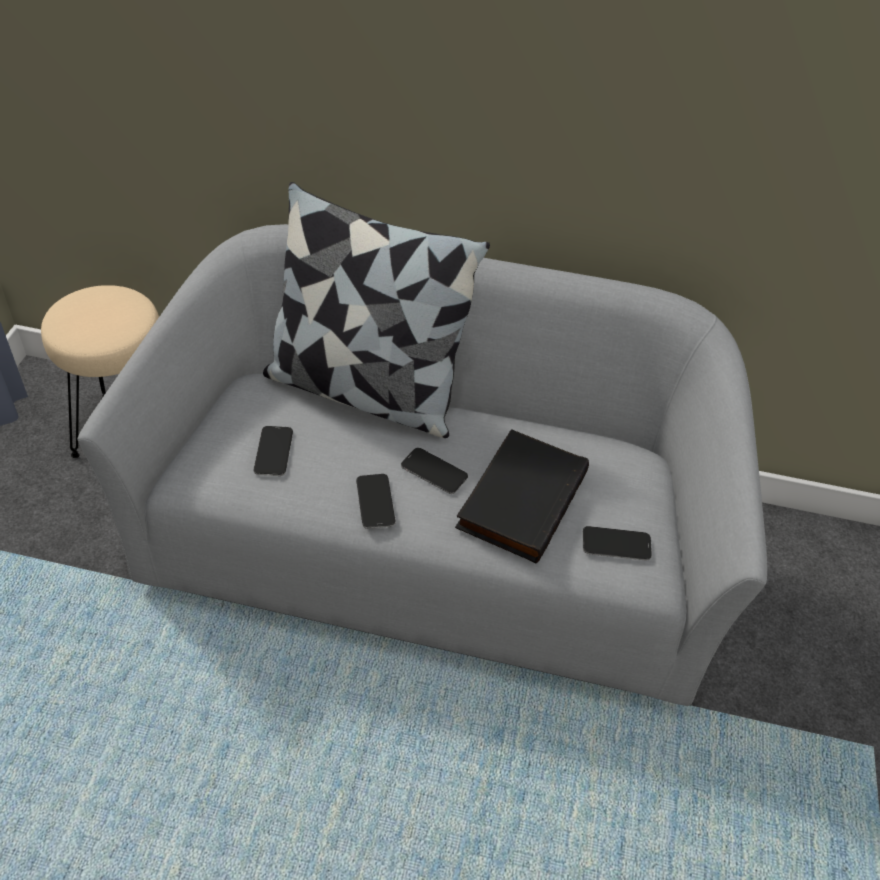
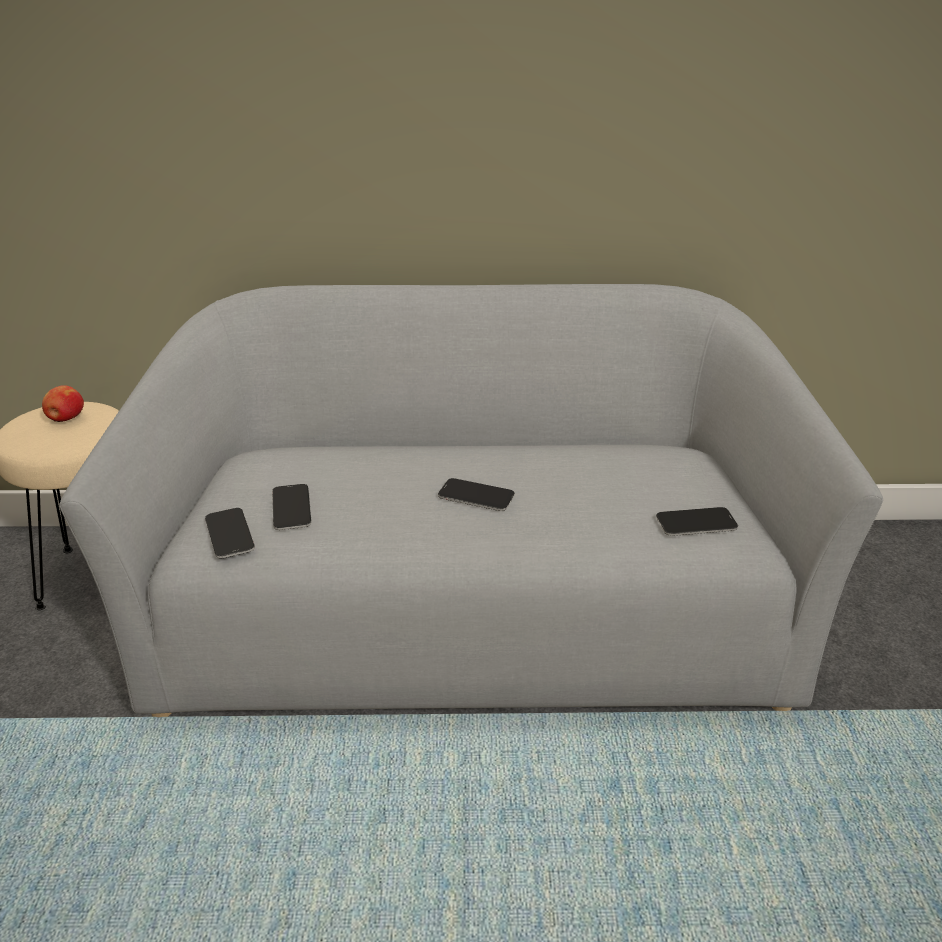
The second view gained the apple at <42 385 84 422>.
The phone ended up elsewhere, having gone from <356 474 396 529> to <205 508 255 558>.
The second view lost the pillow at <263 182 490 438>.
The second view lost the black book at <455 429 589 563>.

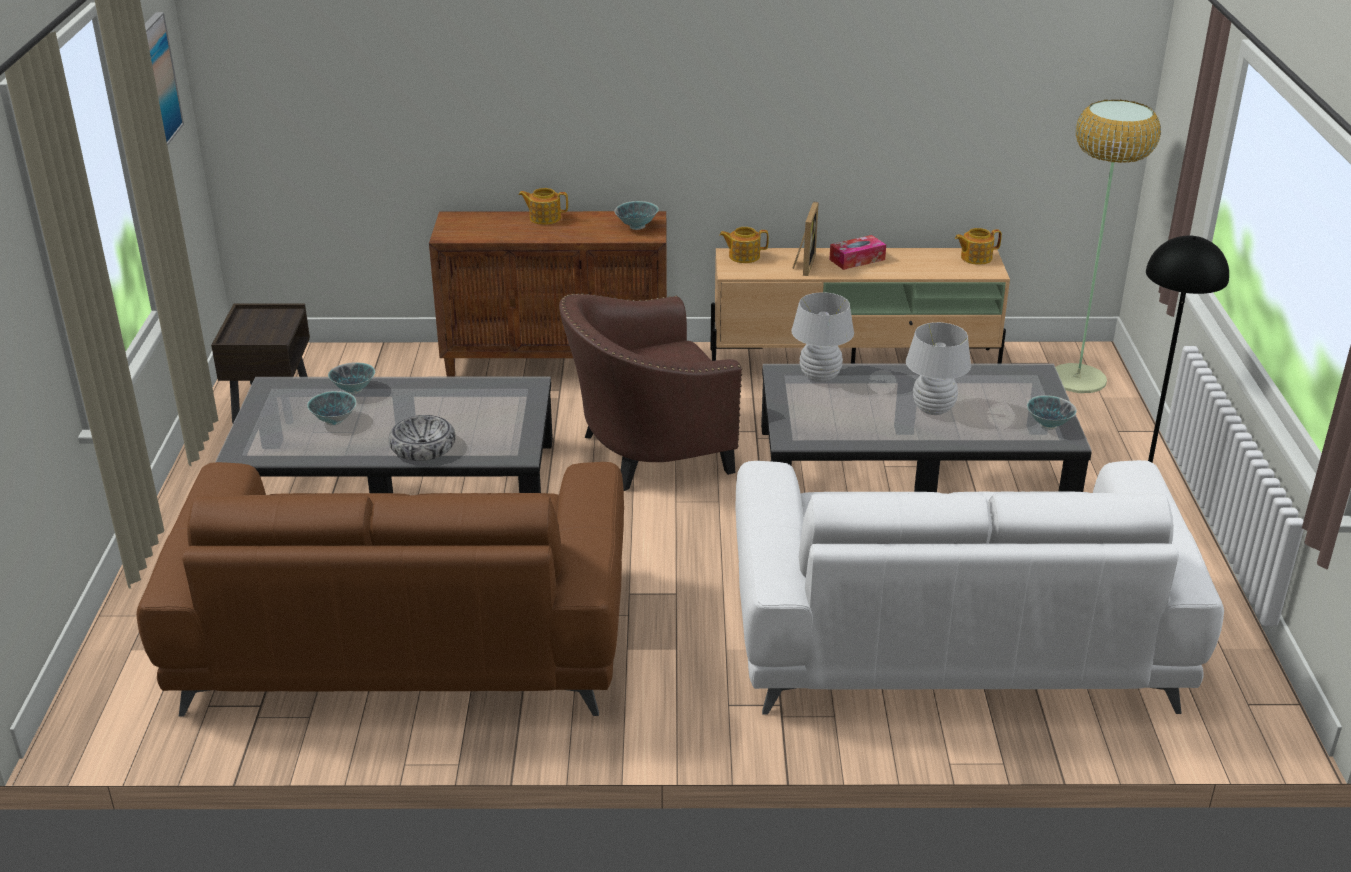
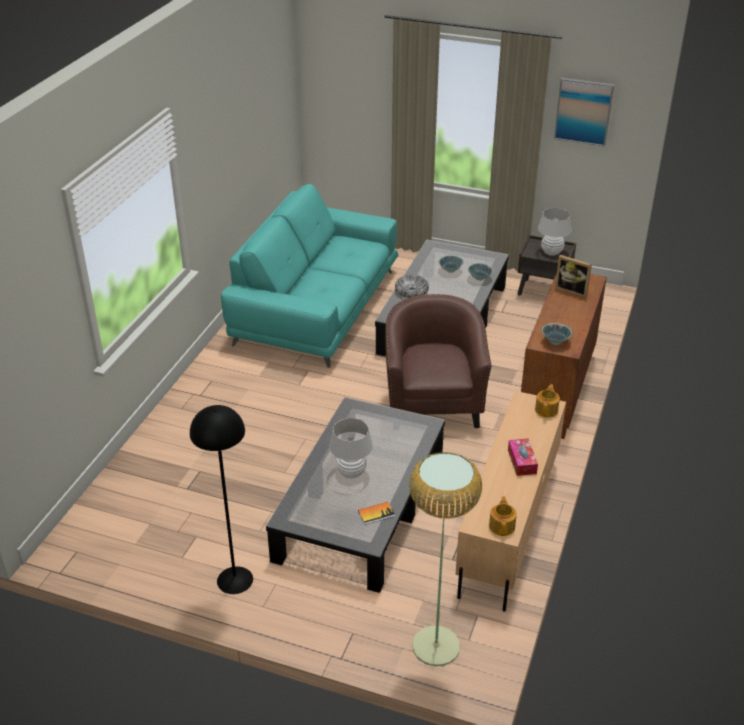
What was the brown sofa at <136 462 624 717> turned into the turquoise sofa at <221 184 398 368>.
The second view gained the book at <358 502 395 525>.
The white table lamp ended up elsewhere, having gone from <791 292 854 382> to <538 208 571 256>.
The picture frame ended up elsewhere, having gone from <792 202 819 276> to <555 255 592 298>.
The second view lost the teapot at <518 188 568 225>.
The second view lost the white sofa at <735 460 1224 715>.
The second view lost the bowl at <1027 395 1077 430>.

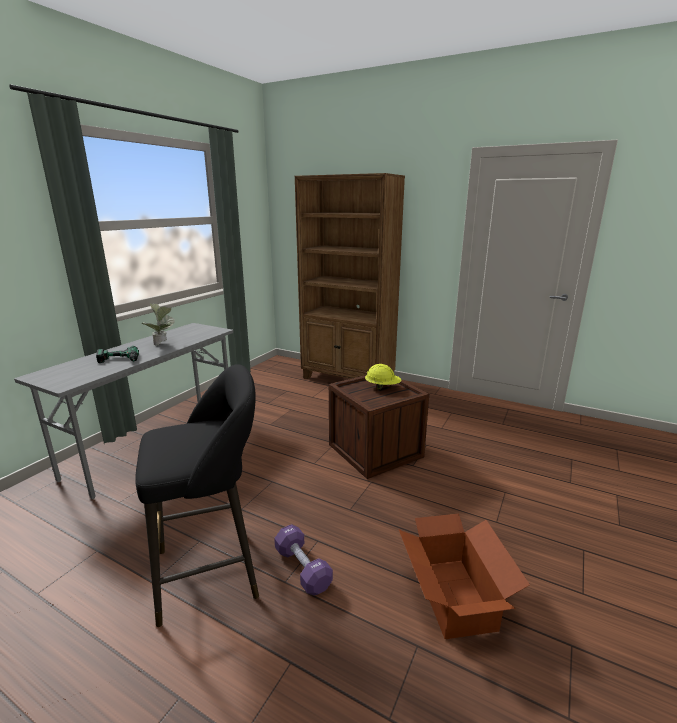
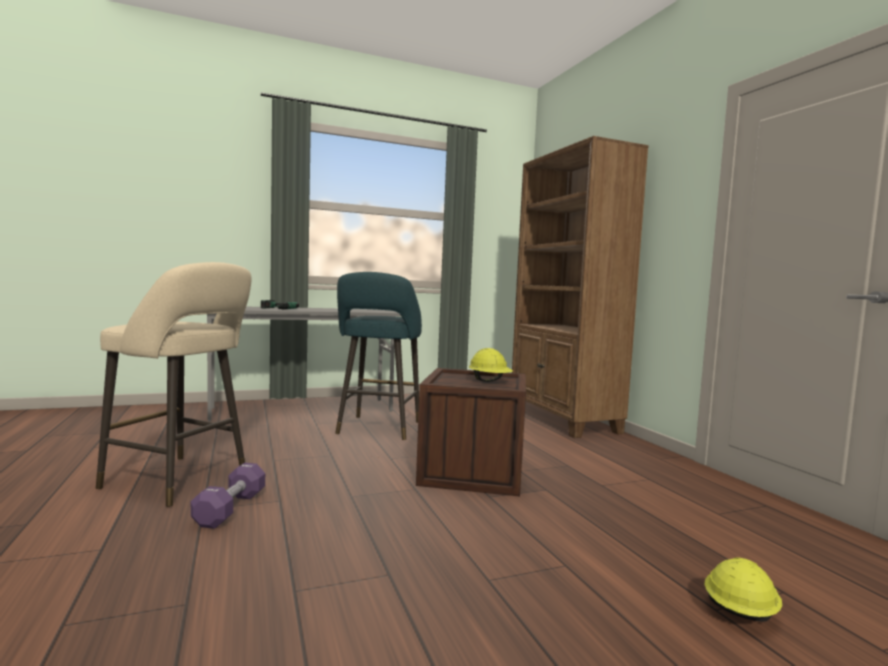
What was the black stool at <135 365 259 627> turned into the beige stool at <96 262 252 507>.
The second view gained the turquoise stool at <335 272 422 440>.
The second view gained the yellow hard hat at <705 557 782 622>.
The second view lost the potted plant at <141 303 175 345>.
The second view lost the cardboard box at <399 514 530 639>.

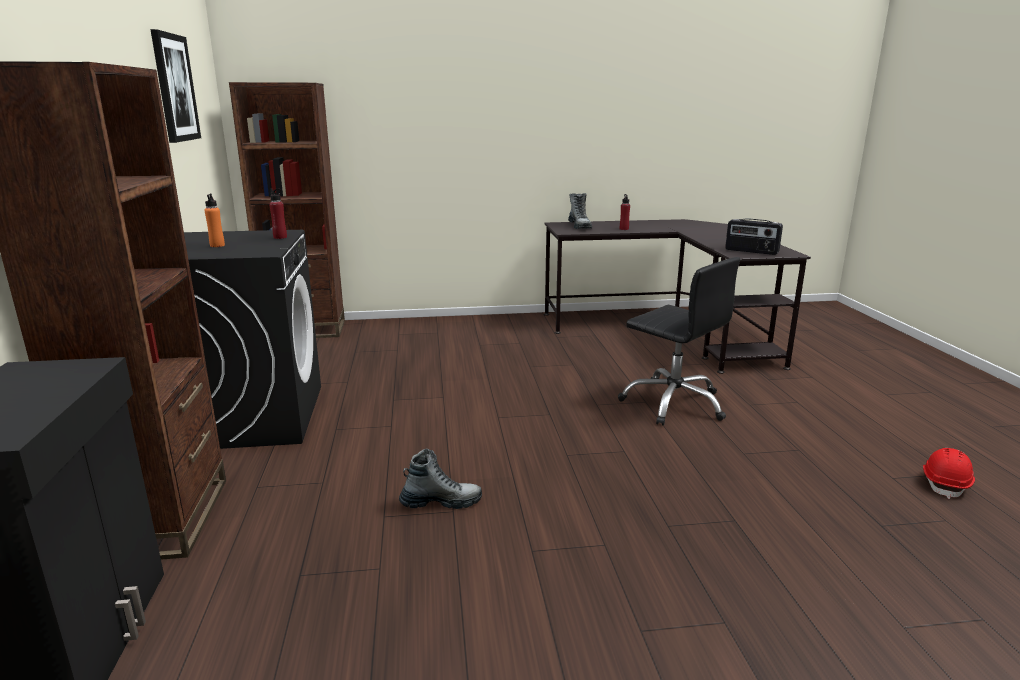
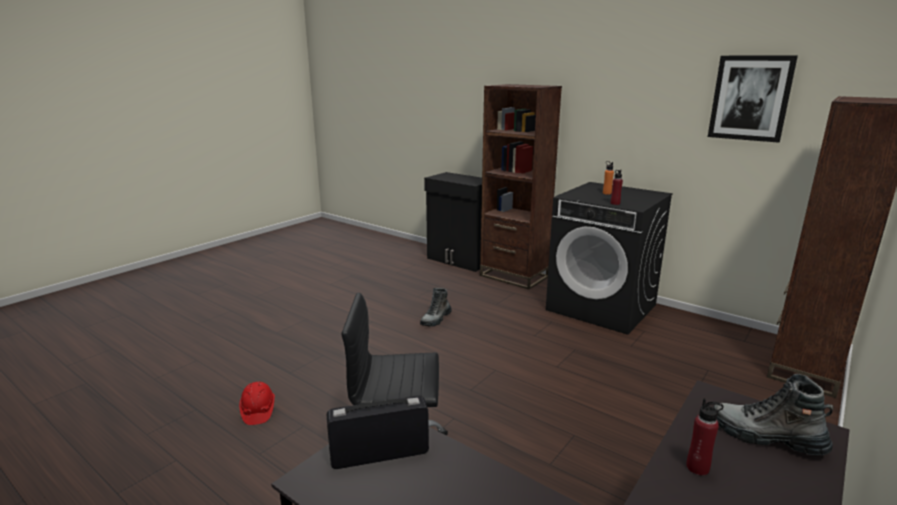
The red hard hat ended up elsewhere, having gone from <923 448 975 499> to <239 382 275 425>.

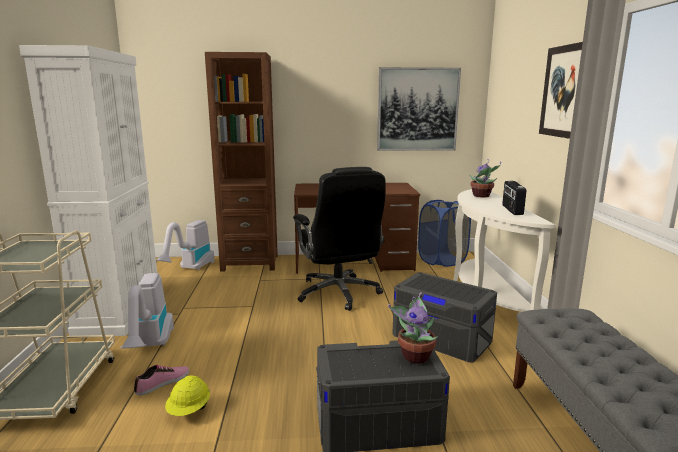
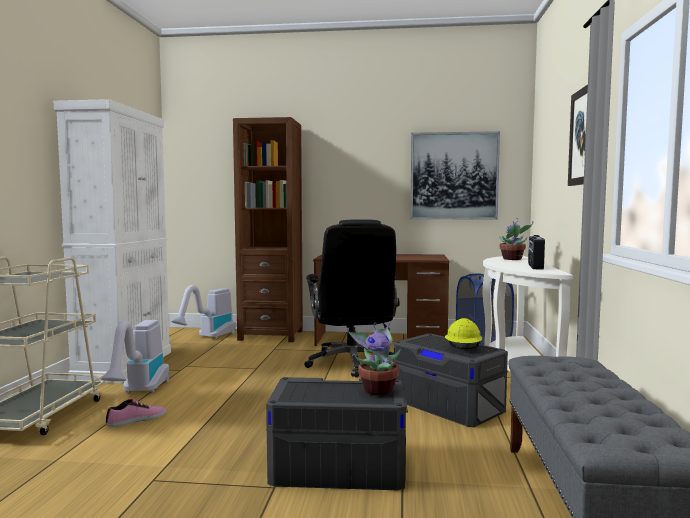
The yellow hard hat ended up elsewhere, having gone from <165 376 210 416> to <445 318 482 349>.

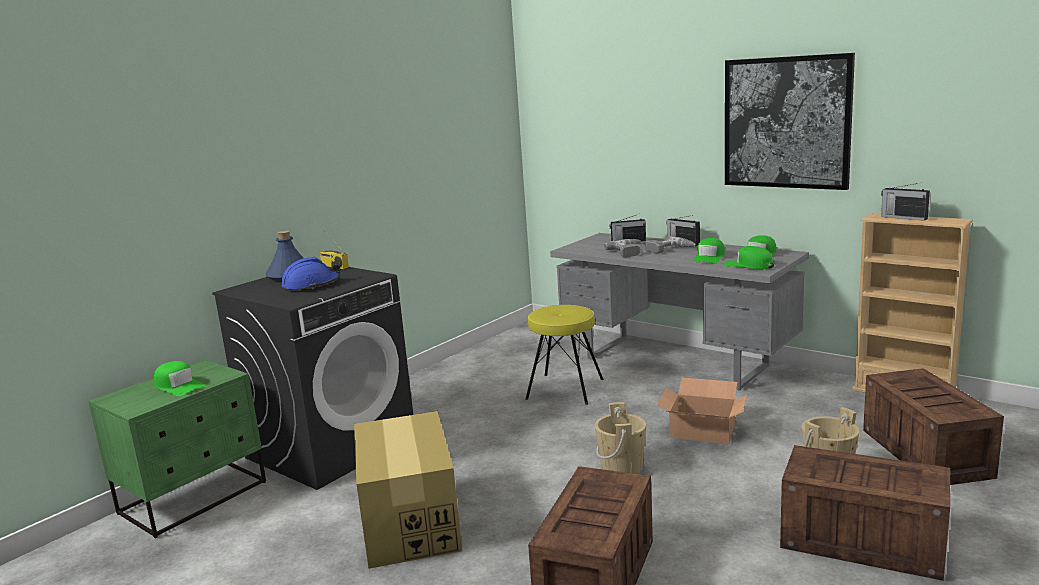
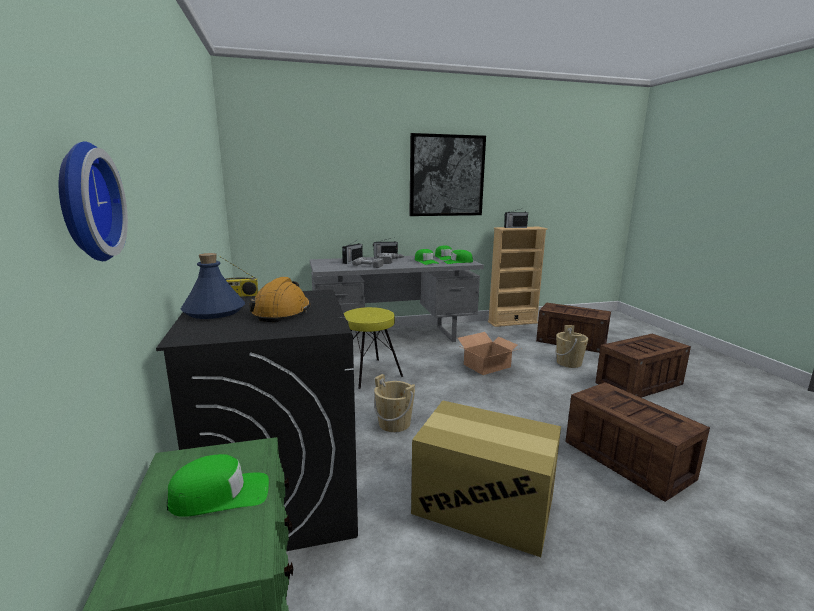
The second view gained the wall clock at <59 141 128 261>.
What was the blue hard hat at <282 257 340 292> turned into the orange hard hat at <249 277 311 322>.
The beige bucket ended up elsewhere, having gone from <595 402 646 474> to <374 374 415 432>.

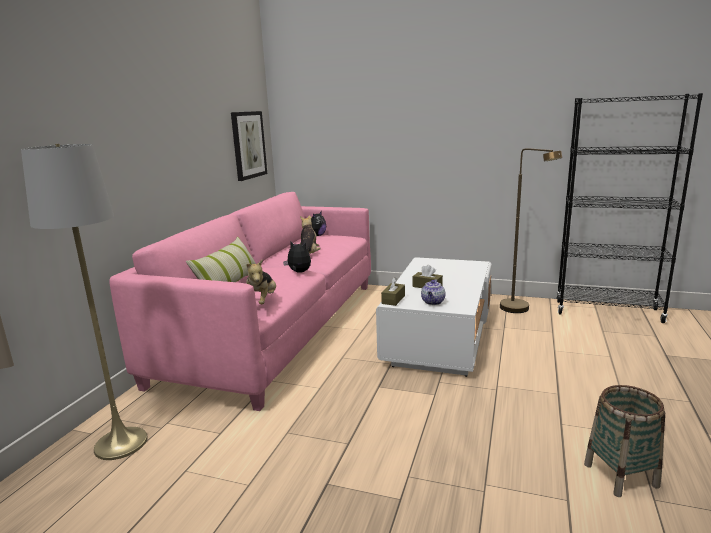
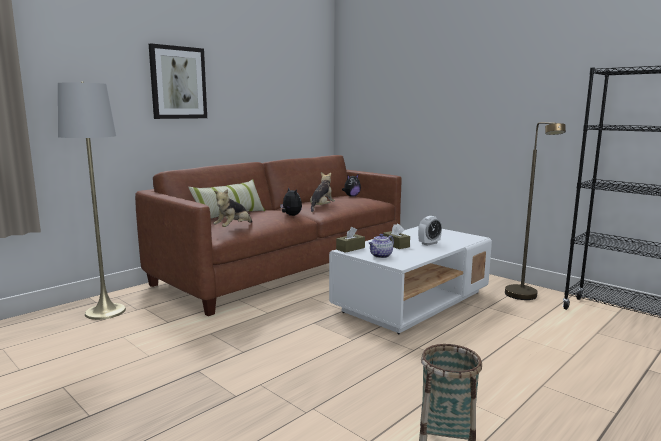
What was the pink sofa at <109 192 371 411> turned into the brown sofa at <135 155 401 316>.
The picture ended up elsewhere, having gone from <231 111 267 181> to <149 43 207 119>.
The second view gained the alarm clock at <418 216 442 246>.

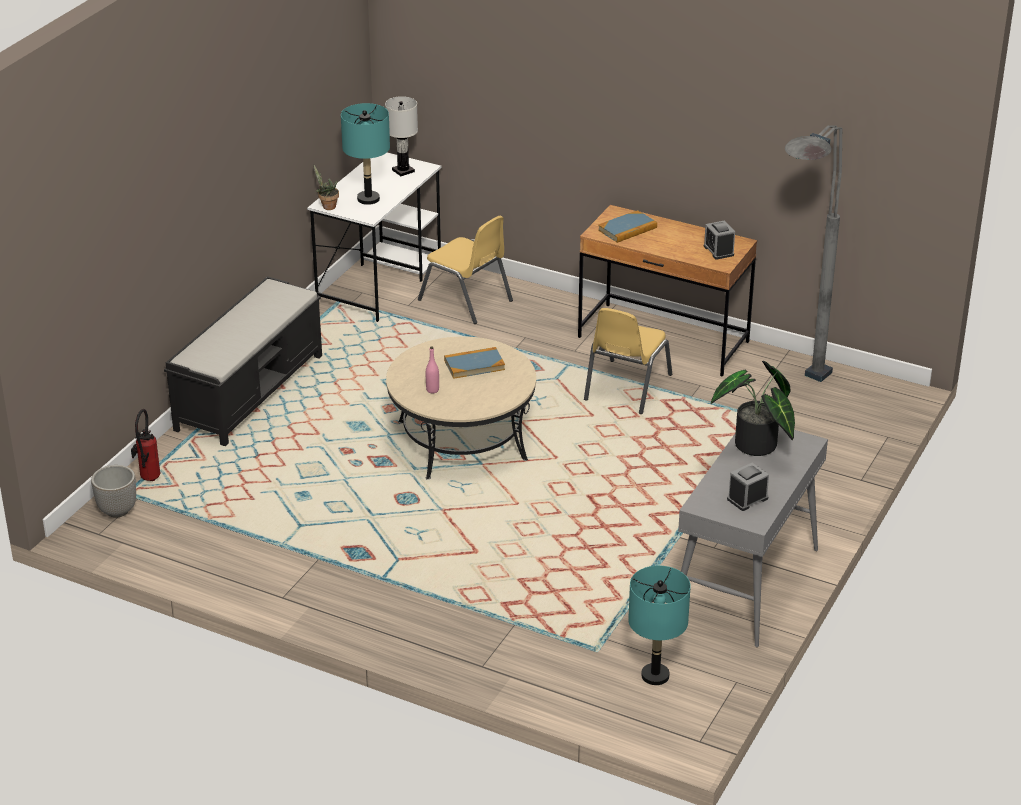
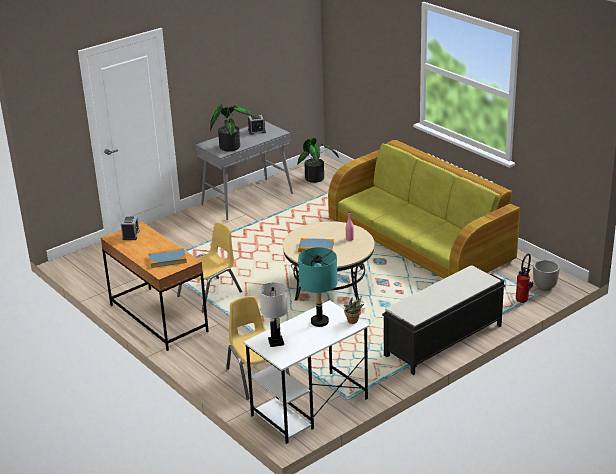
Where the turquoise table lamp stood at <628 566 691 685>, the potted plant came to stand at <297 138 339 183>.
The second view gained the green sofa at <328 140 520 279>.
The second view lost the grey floor lamp at <785 125 842 382>.

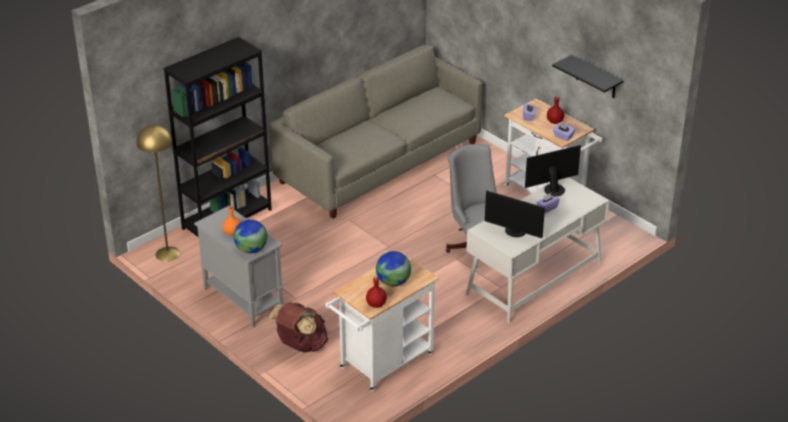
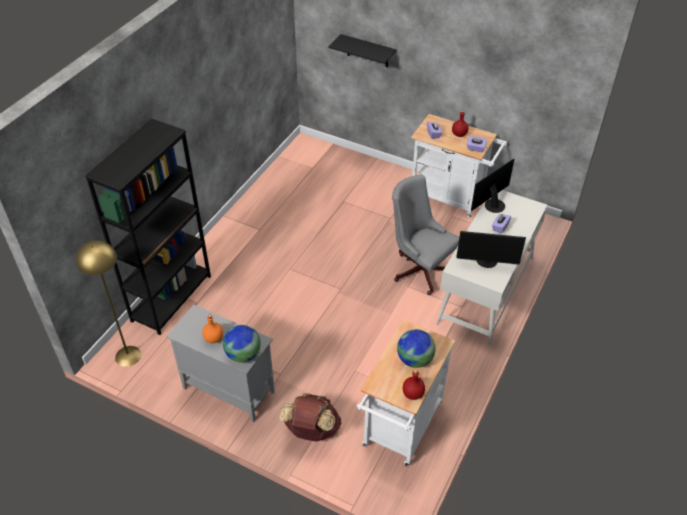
The black shelf ended up elsewhere, having gone from <552 55 624 98> to <328 34 396 67>.
The second view lost the grey sofa at <270 45 483 219>.

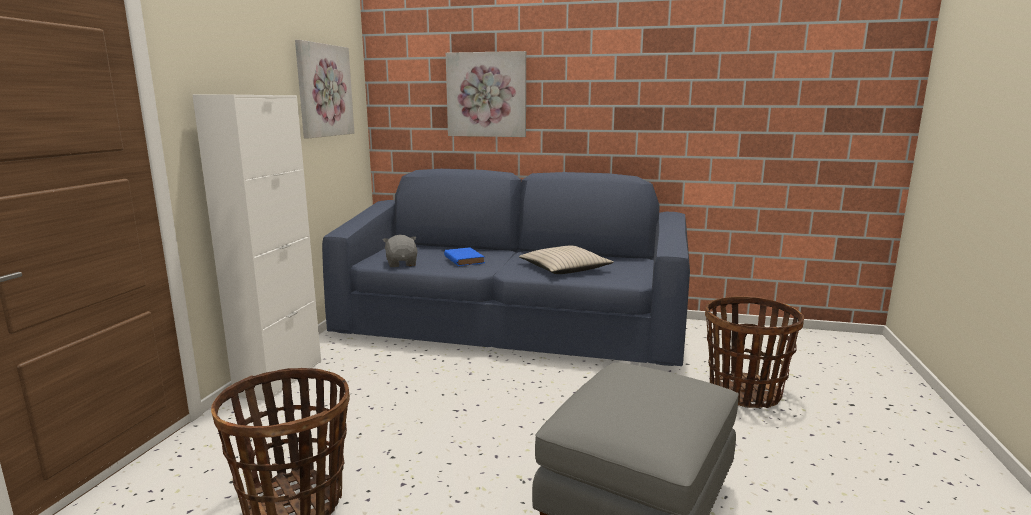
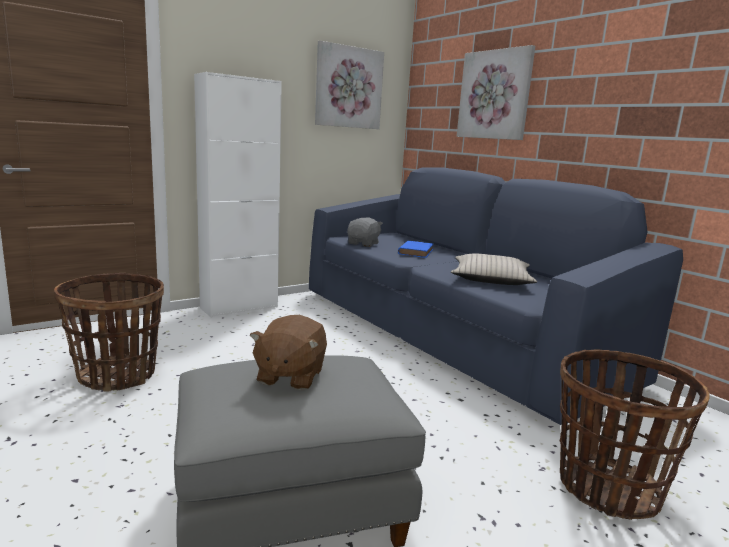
The second view gained the brown plush toy at <250 315 327 390>.

